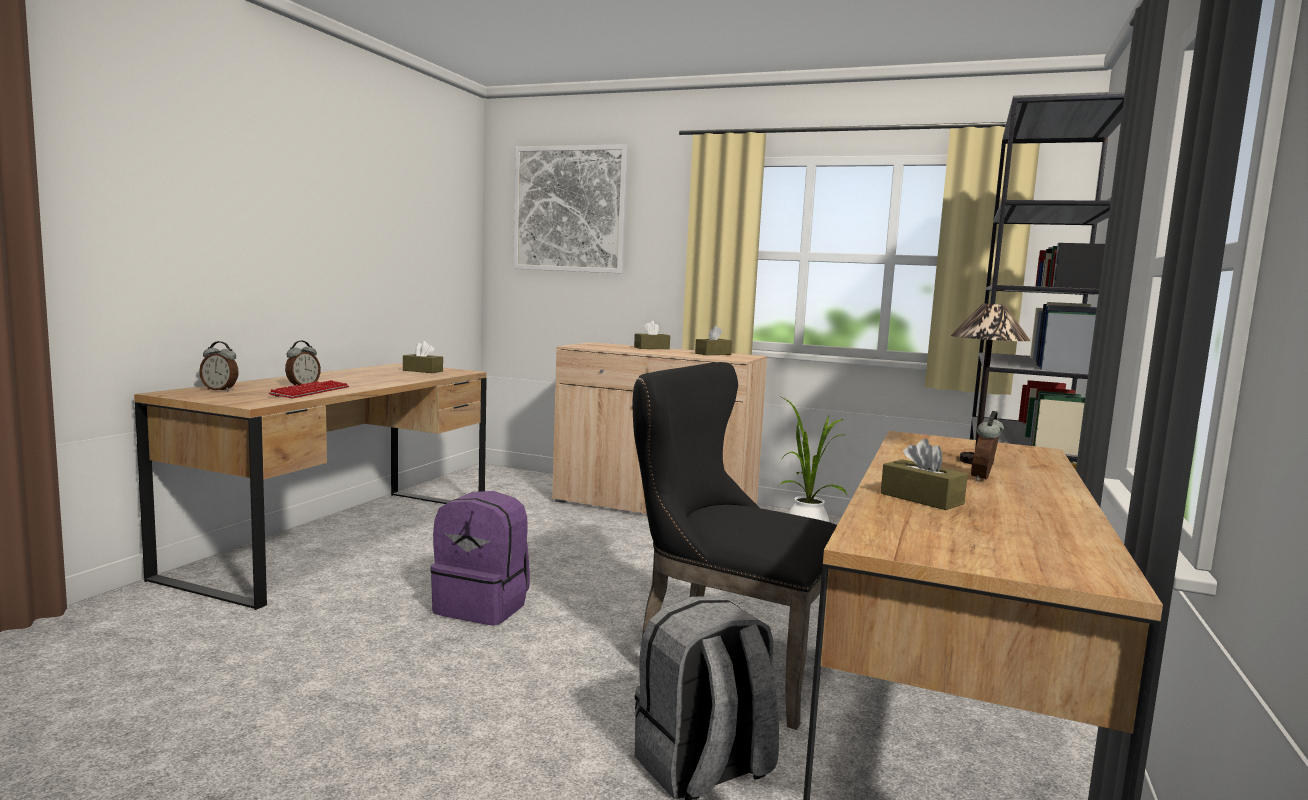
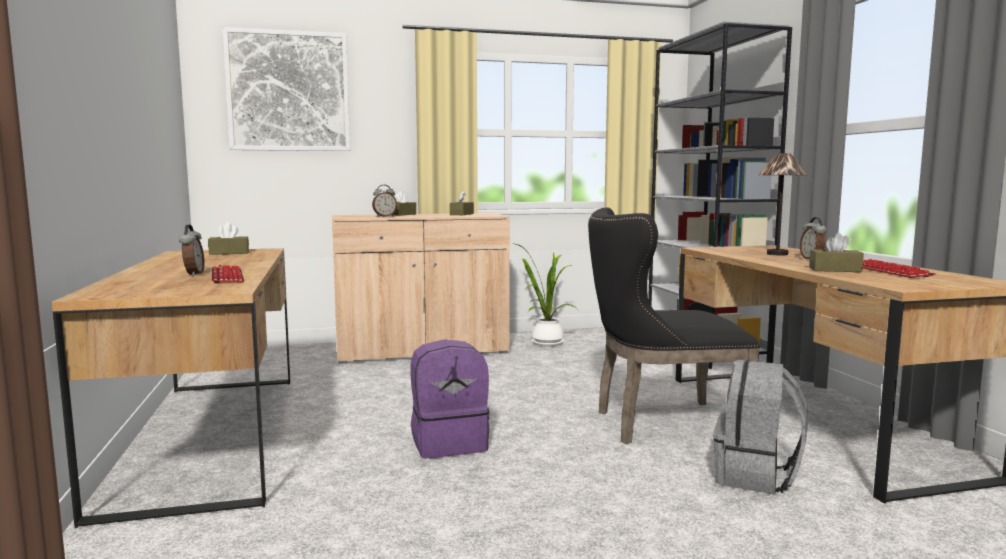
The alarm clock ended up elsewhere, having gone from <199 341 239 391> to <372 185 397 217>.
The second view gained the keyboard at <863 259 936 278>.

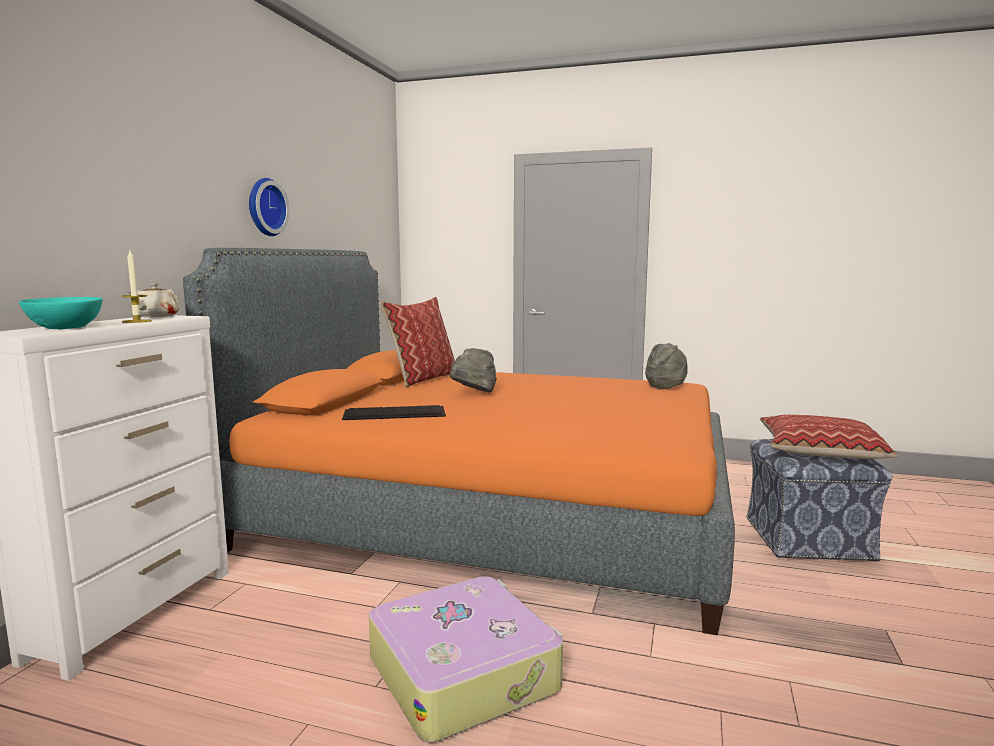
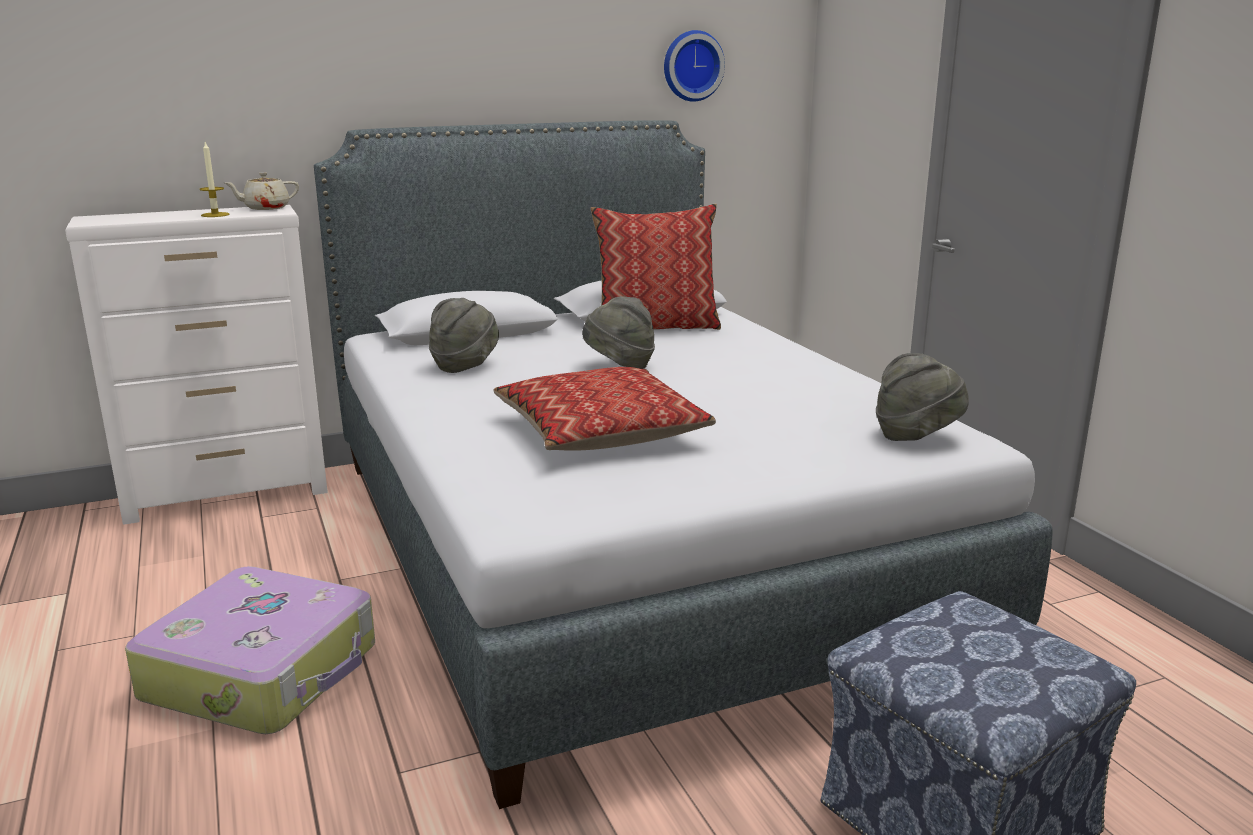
What was the orange bed at <183 248 735 635> turned into the grey bed at <314 120 1053 809>.
Where the keyboard stood at <342 405 446 420>, the grey hat came to stand at <429 298 499 373>.
The pillow ended up elsewhere, having gone from <760 415 898 459> to <494 367 716 451>.
The wall clock ended up elsewhere, having gone from <249 178 289 236> to <664 30 725 102>.
The second view lost the turquoise bowl at <19 297 102 329>.

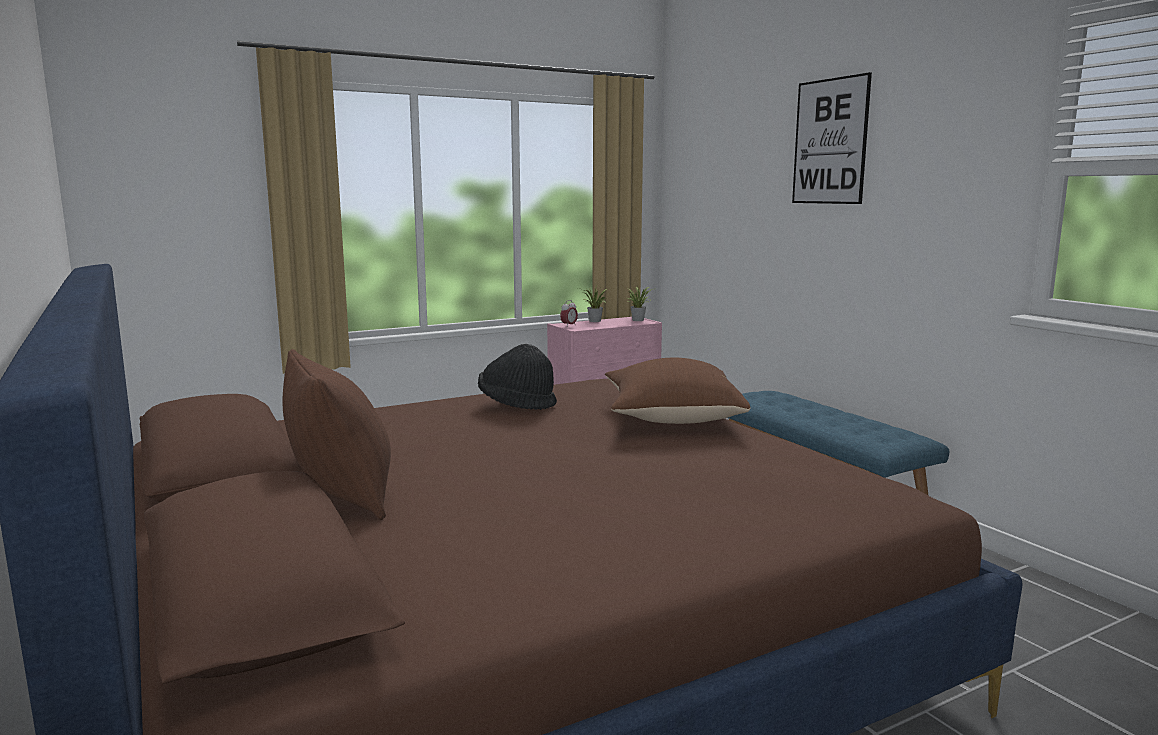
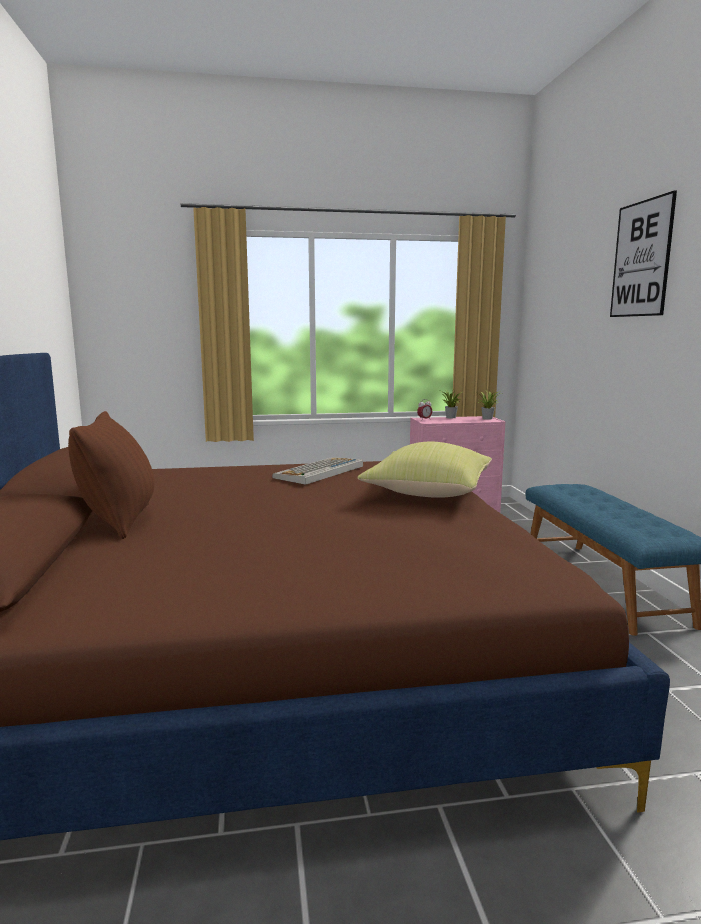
Where the black hat stood at <478 344 557 410>, the keyboard came to stand at <272 457 363 485>.
What was the brown pillow at <605 358 750 424> turned into the yellow pillow at <357 442 492 498>.

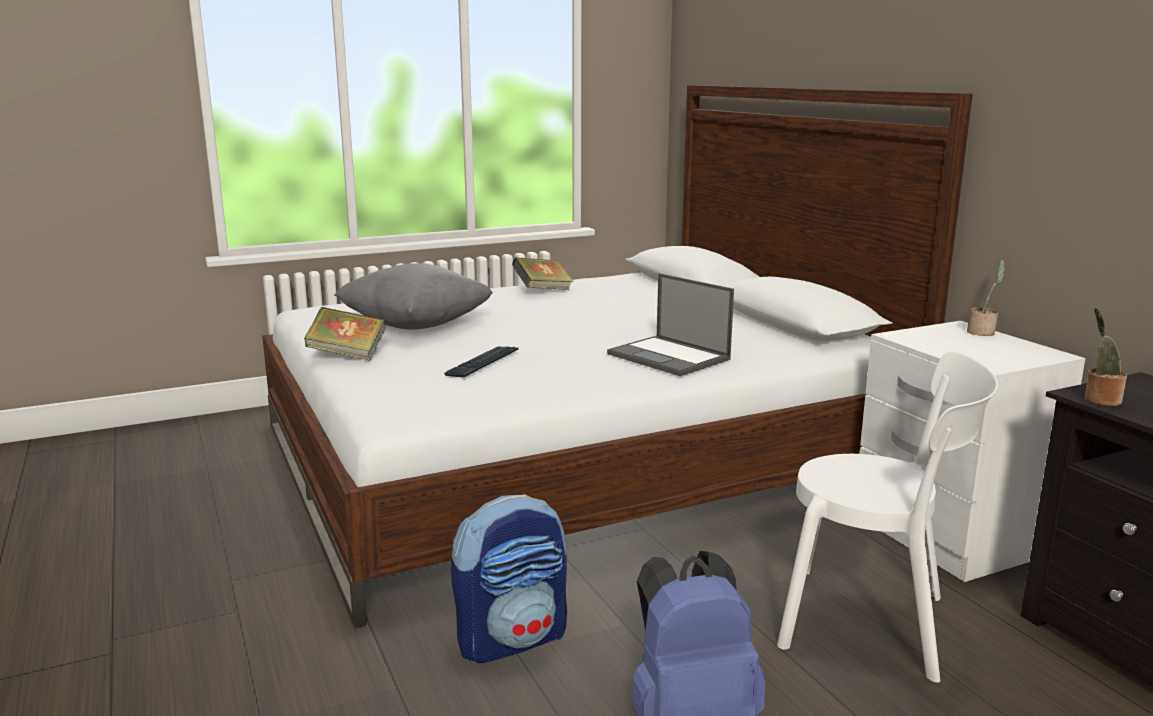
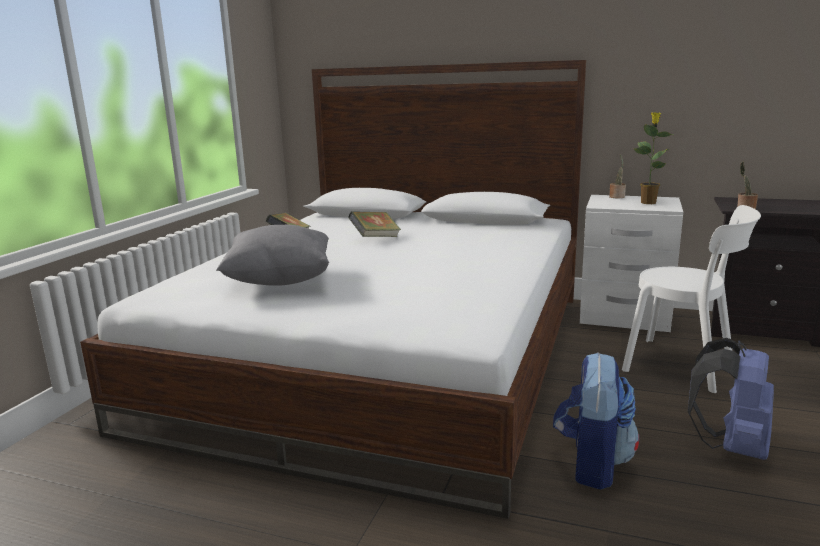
The book ended up elsewhere, having gone from <304 307 386 361> to <348 211 401 237>.
The white chair at <777 351 998 683> ended up facing another way, 60 degrees clockwise from before.
The second view gained the potted plant at <634 112 674 204>.
The second view lost the keyboard at <444 346 518 378>.
The second view lost the laptop at <607 273 734 376>.

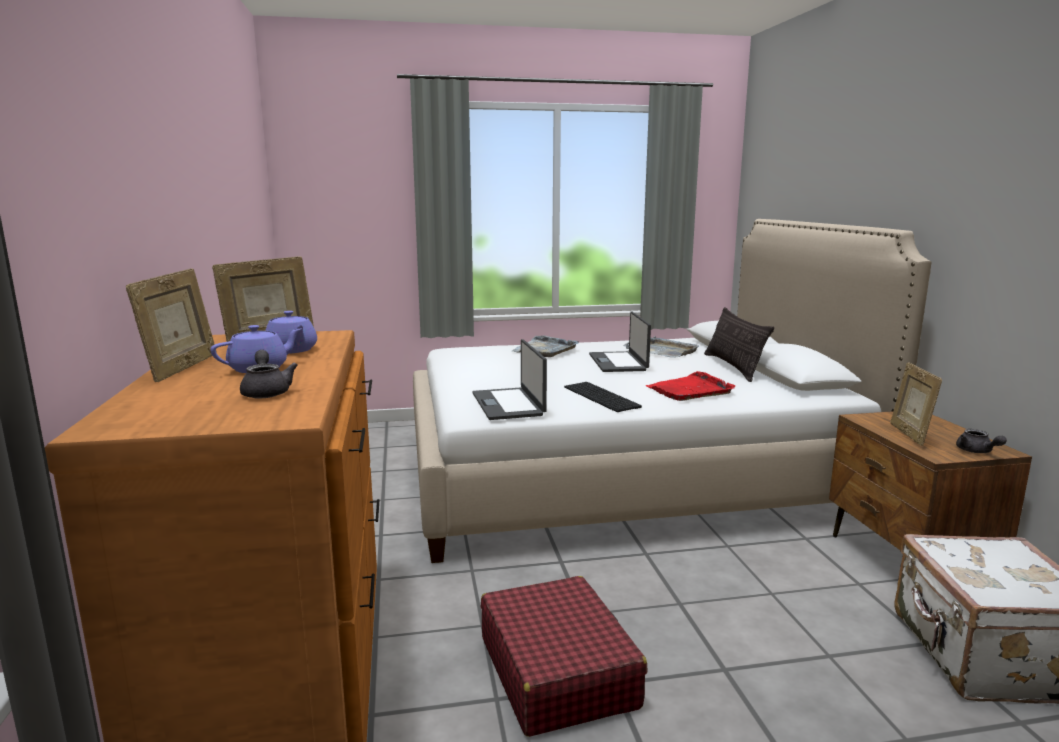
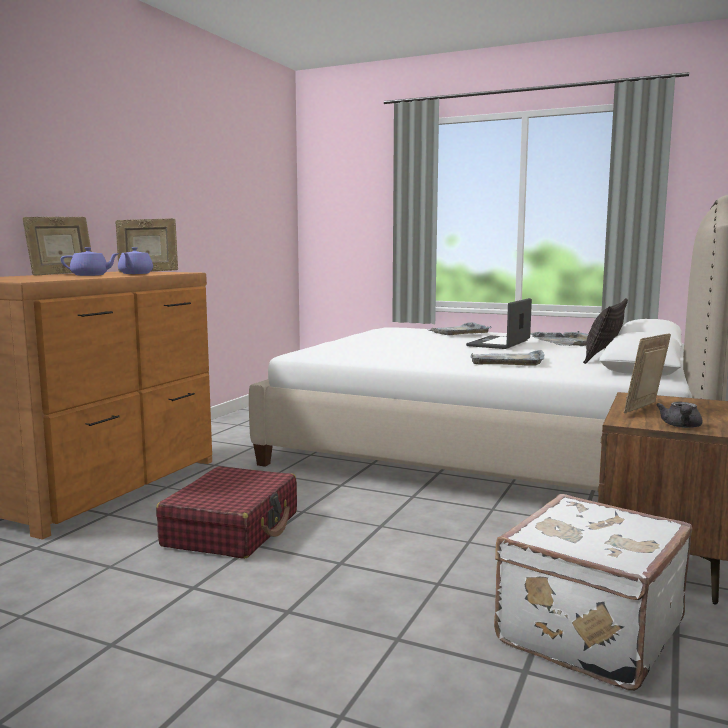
What was the red tray at <645 371 735 401> turned into the grey tray at <470 350 545 366>.
The second view lost the grey teapot at <240 350 298 399>.
The second view lost the laptop at <473 339 547 420>.
The second view lost the keyboard at <564 382 642 412>.

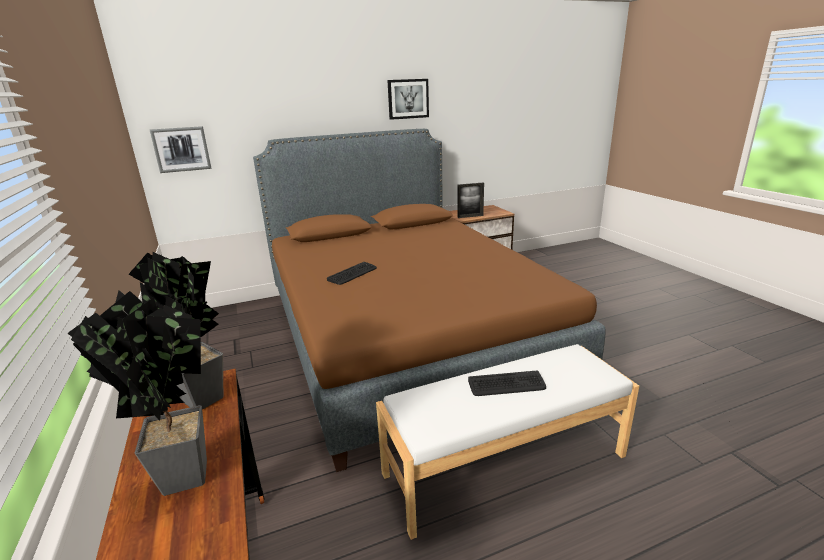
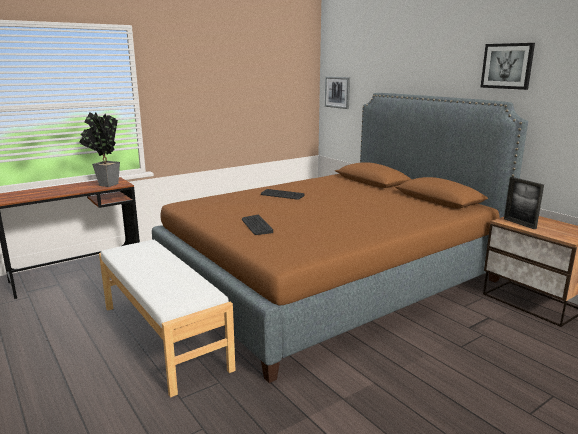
The keyboard ended up elsewhere, having gone from <468 371 546 396> to <242 215 273 235>.
The second view lost the potted plant at <68 290 207 496>.

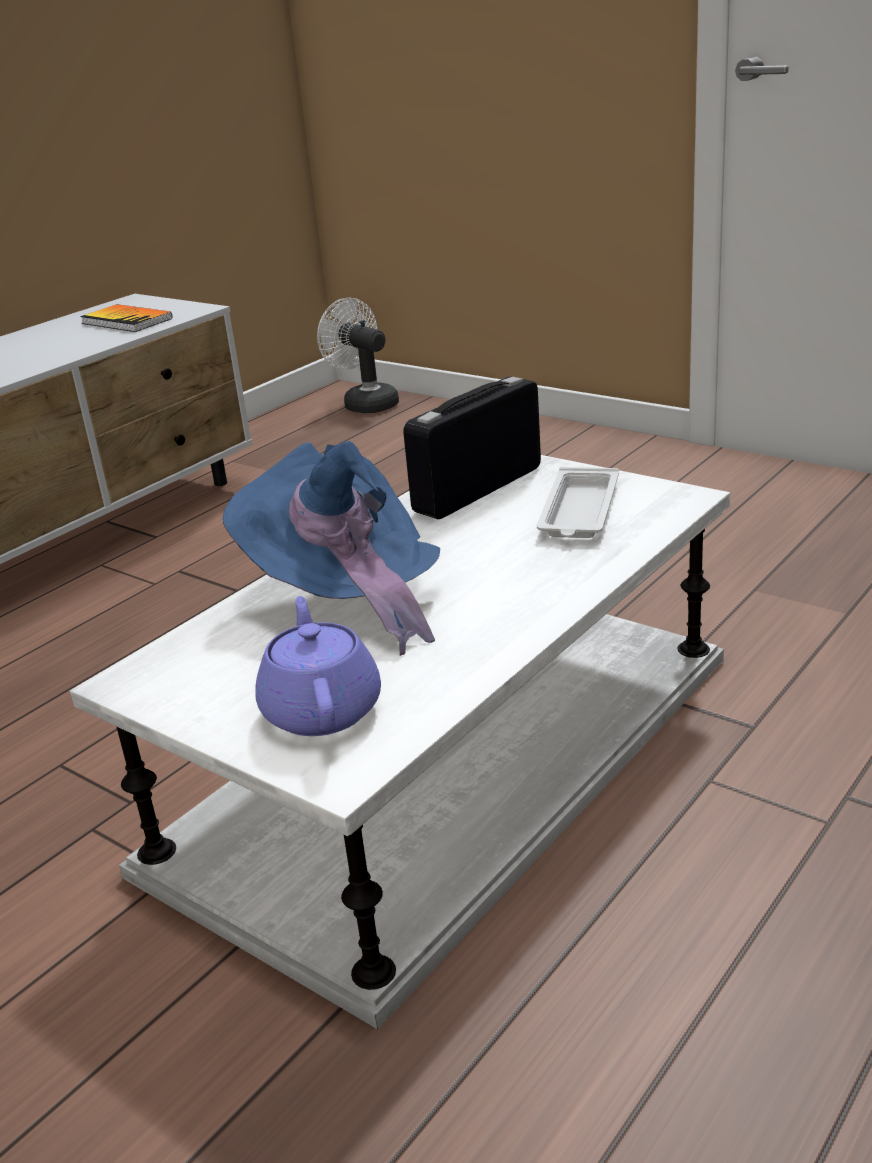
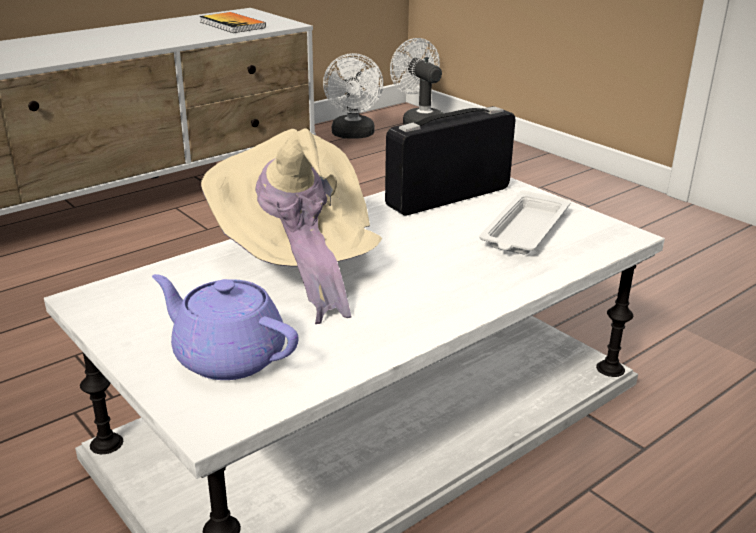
The purple teapot at <255 596 381 736> ended up facing another way, 60 degrees counterclockwise from before.
What was the blue hat at <223 441 440 656> turned into the beige hat at <201 128 382 324>.
The second view gained the white fan at <323 53 383 139>.

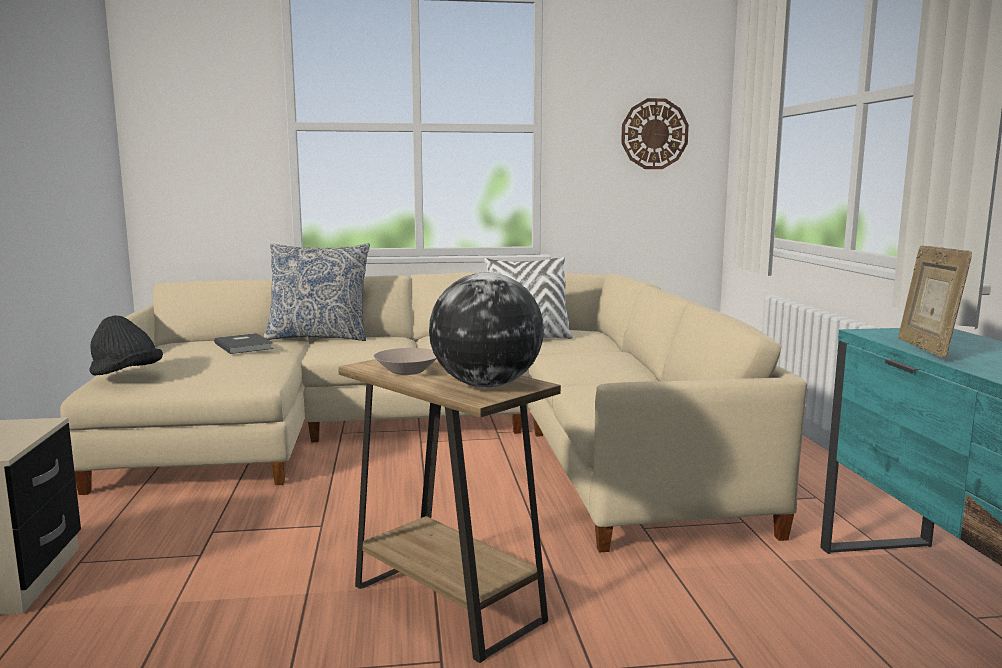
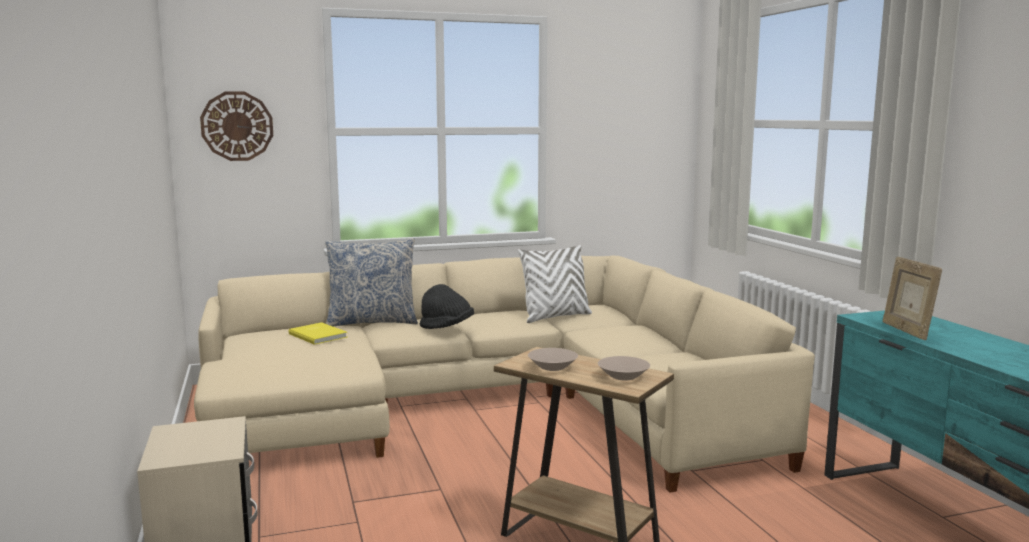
The wall clock ended up elsewhere, having gone from <621 98 689 169> to <200 91 273 161>.
What was the grey book at <214 333 273 354> turned into the yellow book at <288 322 347 345>.
The black hat ended up elsewhere, having gone from <89 315 163 376> to <420 284 474 329>.
Where the globe stood at <429 273 544 387>, the beige bowl came to stand at <598 356 650 381>.

